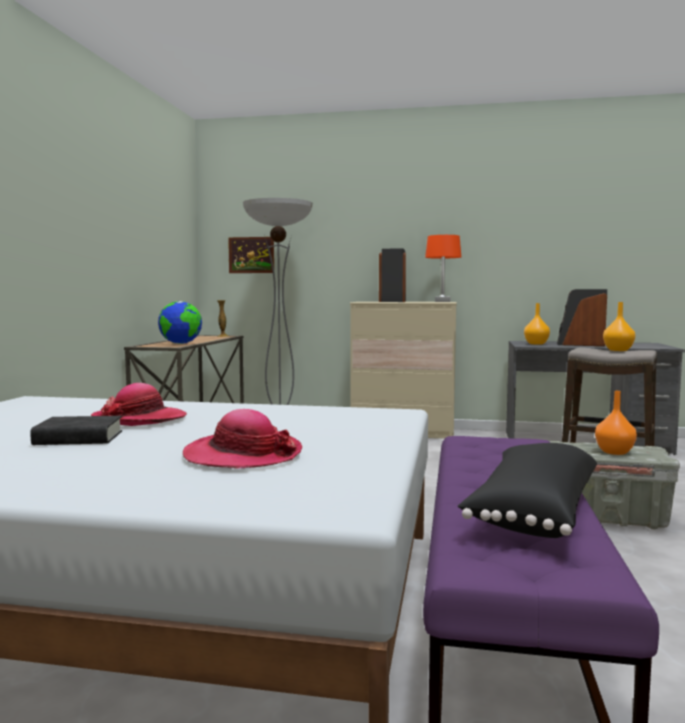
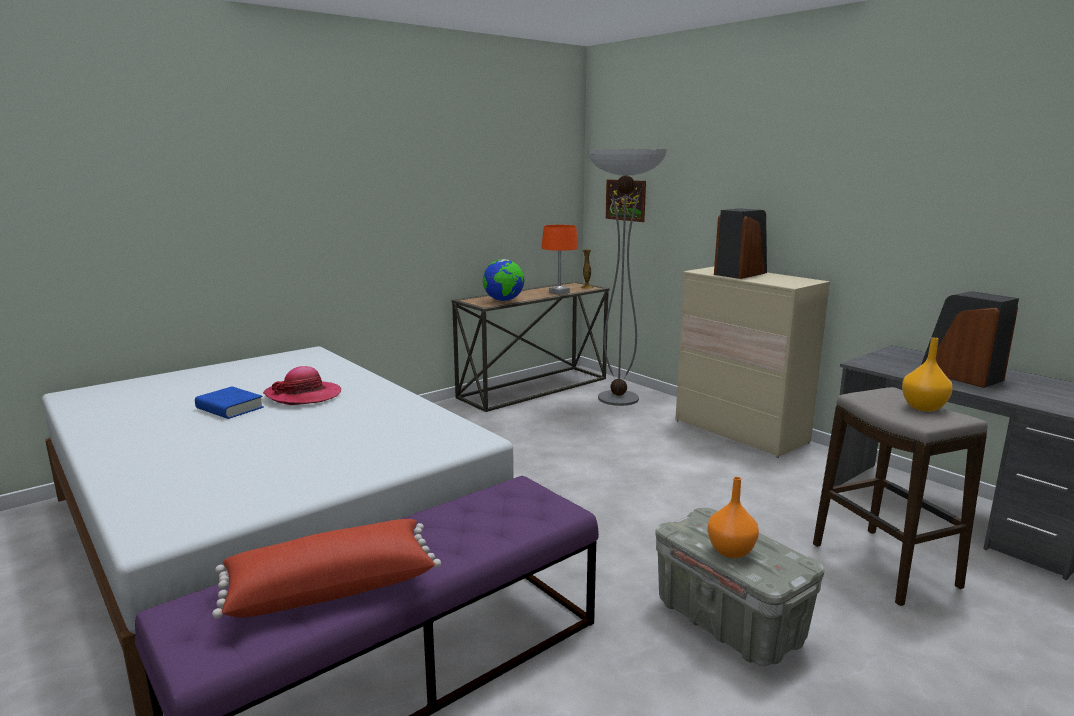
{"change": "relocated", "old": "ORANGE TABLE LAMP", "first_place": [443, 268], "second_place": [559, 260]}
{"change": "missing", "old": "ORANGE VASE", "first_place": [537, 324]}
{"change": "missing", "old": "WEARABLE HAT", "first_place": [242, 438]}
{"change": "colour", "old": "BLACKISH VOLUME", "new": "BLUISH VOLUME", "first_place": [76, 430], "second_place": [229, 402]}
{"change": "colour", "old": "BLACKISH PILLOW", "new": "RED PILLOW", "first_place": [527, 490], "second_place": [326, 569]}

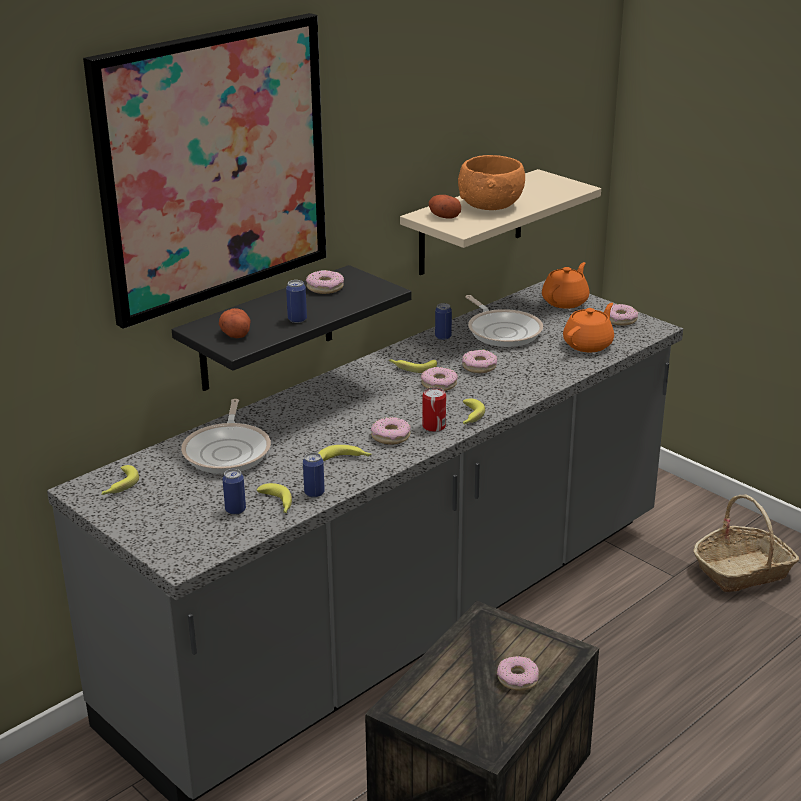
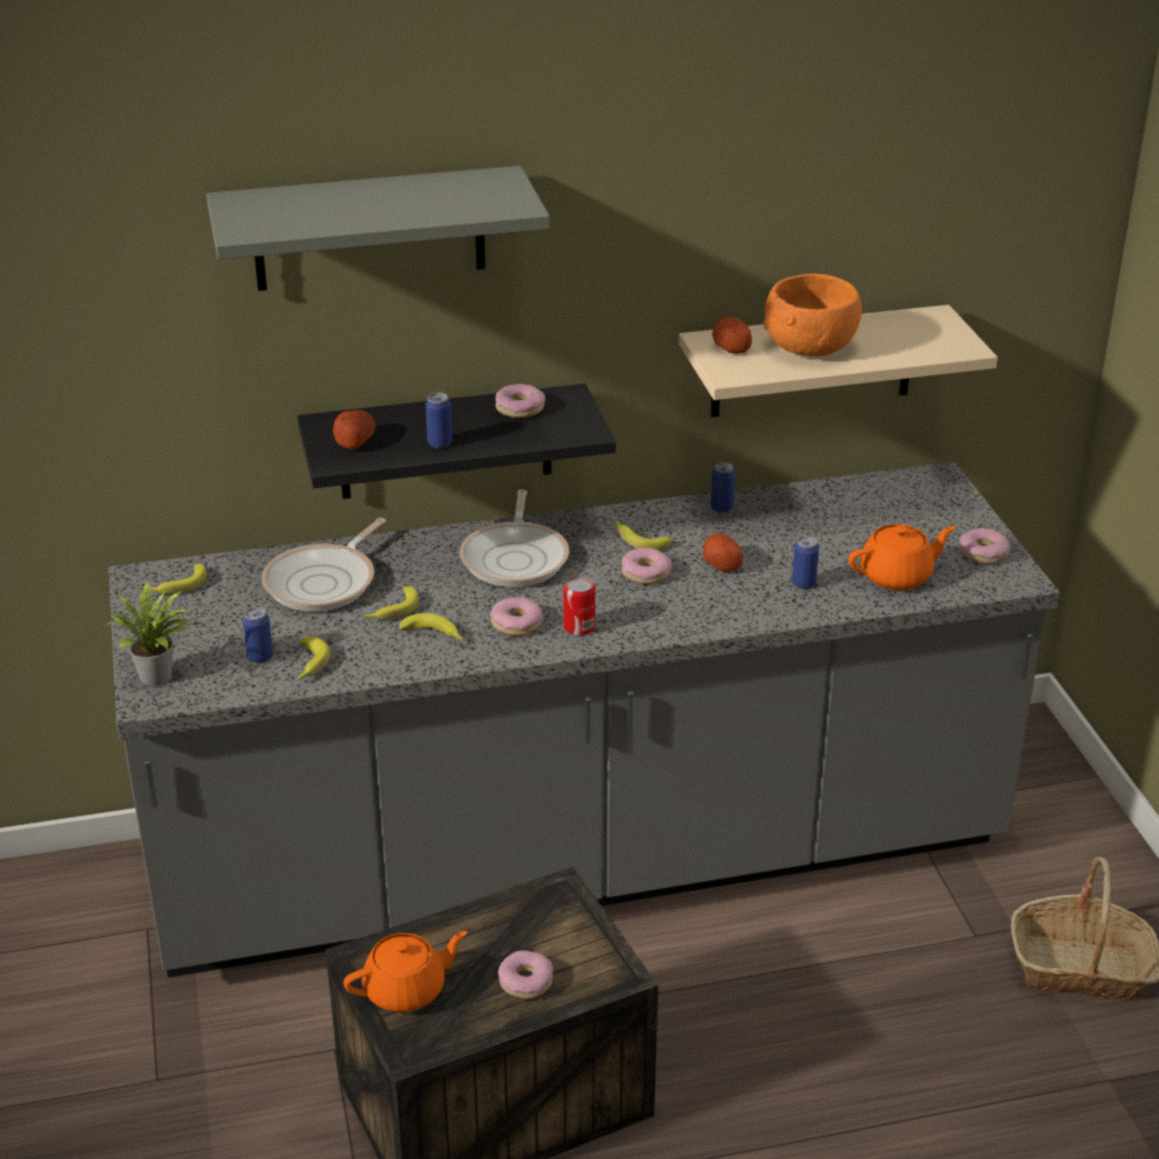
{"change": "exchanged", "old": "WALL PICTURE", "new": "GREY WALL SHELF", "first_place": [205, 171], "second_place": [378, 228]}
{"change": "relocated", "old": "ORANGE TEA POT", "first_place": [565, 285], "second_place": [405, 971]}
{"change": "relocated", "old": "FRYING PAN", "first_place": [504, 321], "second_place": [514, 538]}
{"change": "exchanged", "old": "DOUGHNUT", "new": "POTATO", "first_place": [479, 361], "second_place": [723, 552]}
{"change": "relocated", "old": "BANANA FRUIT", "first_place": [474, 411], "second_place": [391, 603]}
{"change": "relocated", "old": "CAN", "first_place": [314, 475], "second_place": [805, 562]}
{"change": "appeared", "new": "PLANT IN A POT", "second_place": [149, 633]}

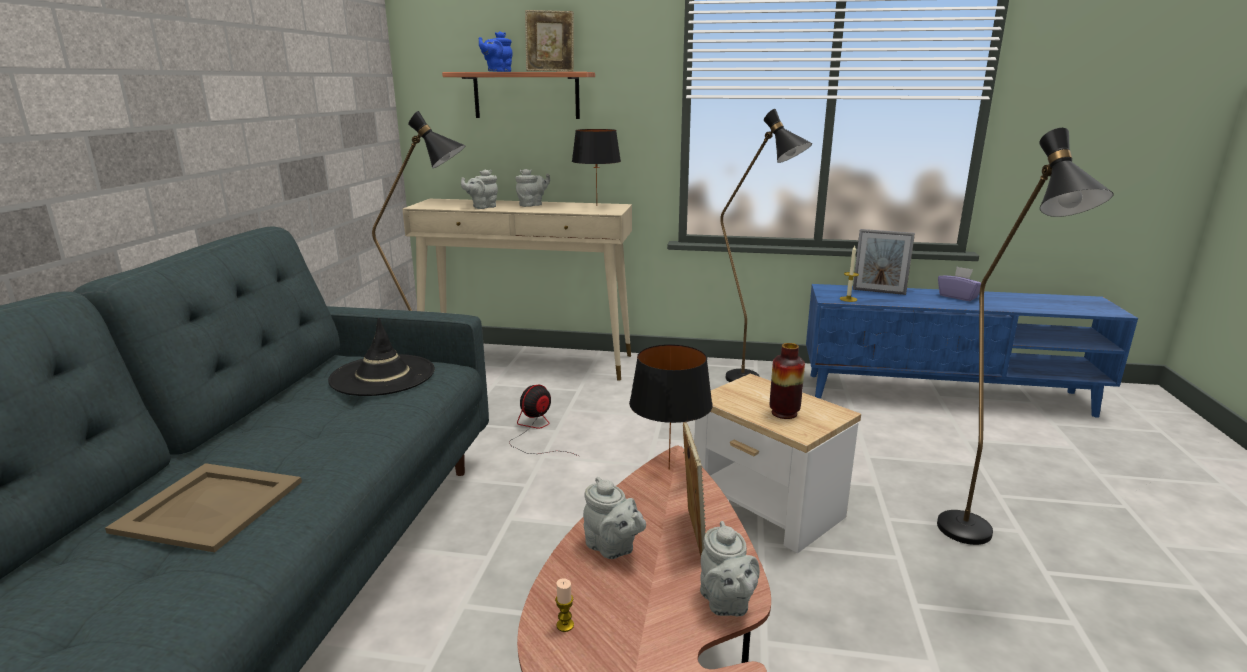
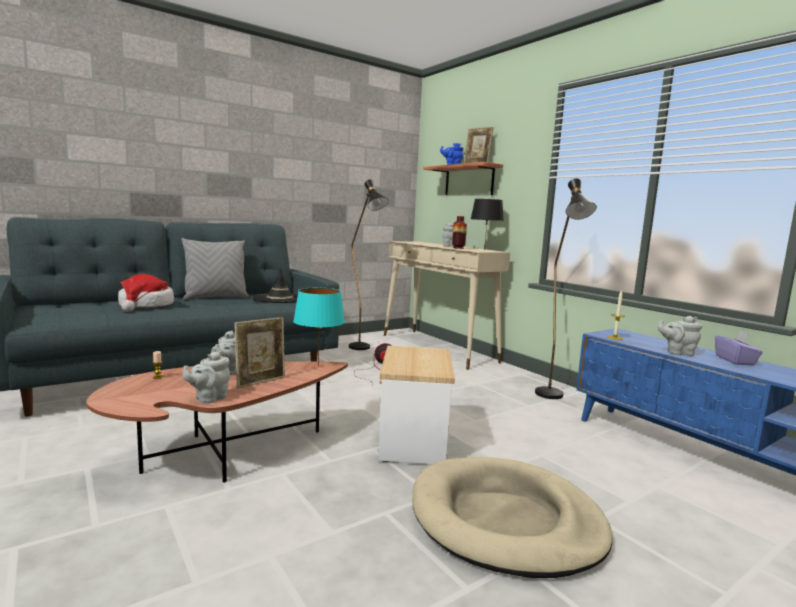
{"change": "exchanged", "old": "BLACKISH STANDING LAMP", "new": "BEIGE DOG CUSHION", "first_place": [1025, 336], "second_place": [512, 517]}
{"change": "relocated", "old": "GREY TEA POT", "first_place": [479, 189], "second_place": [679, 336]}
{"change": "missing", "old": "STANDING FRAME", "first_place": [884, 262]}
{"change": "relocated", "old": "VASE", "first_place": [787, 381], "second_place": [459, 232]}
{"change": "colour", "old": "BLACKISH TABLE LAMP", "new": "TURQUOISE-COLOURED TABLE LAMP", "first_place": [671, 407], "second_place": [319, 327]}
{"change": "exchanged", "old": "BEIGE CARRYING TRAY", "new": "WEARABLE HAT", "first_place": [203, 507], "second_place": [146, 293]}
{"change": "appeared", "new": "GREY PILLOW", "second_place": [215, 269]}

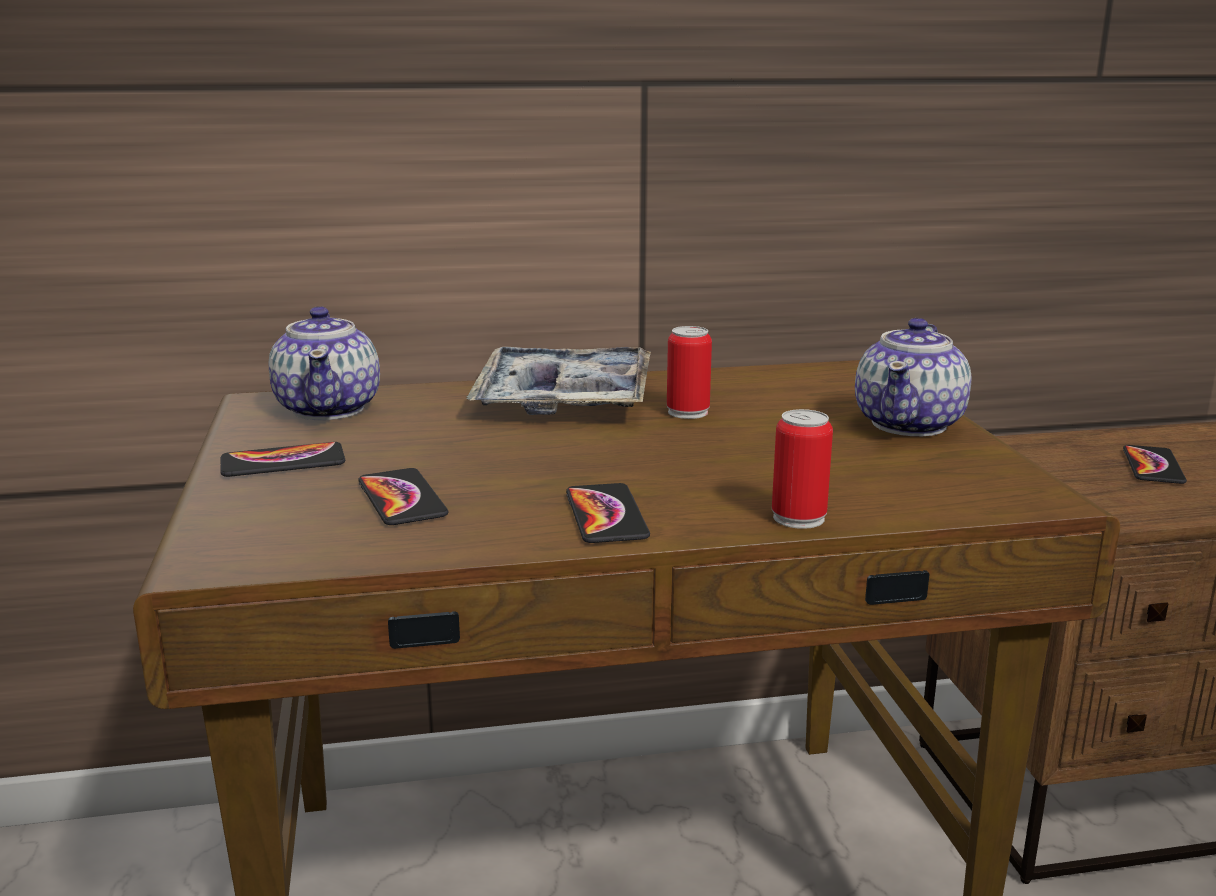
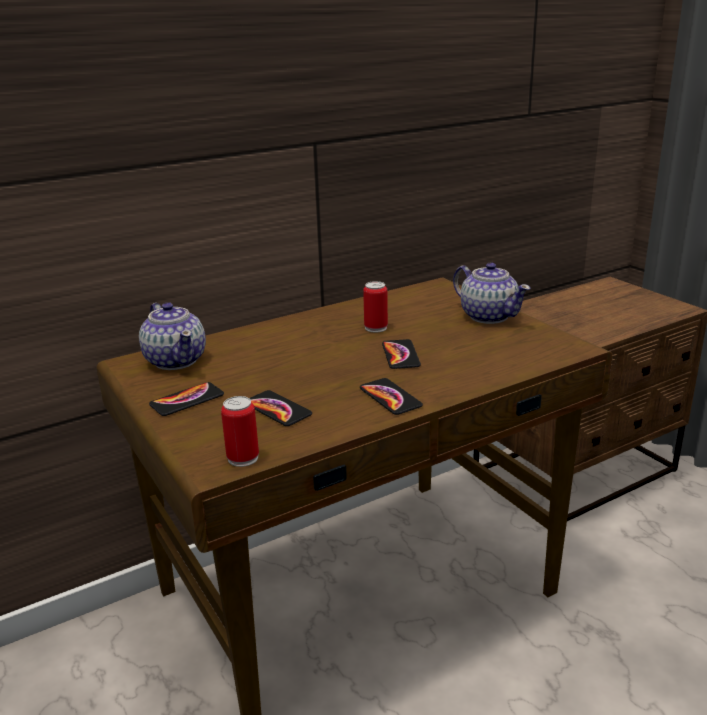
{"change": "spun", "old": "TEA POT", "first_place": [913, 377], "second_place": [492, 293], "degrees": -45}
{"change": "missing", "old": "CARRYING TRAY", "first_place": [559, 381]}
{"change": "relocated", "old": "CAN", "first_place": [802, 469], "second_place": [240, 431]}
{"change": "relocated", "old": "PHONE", "first_place": [1155, 464], "second_place": [401, 354]}

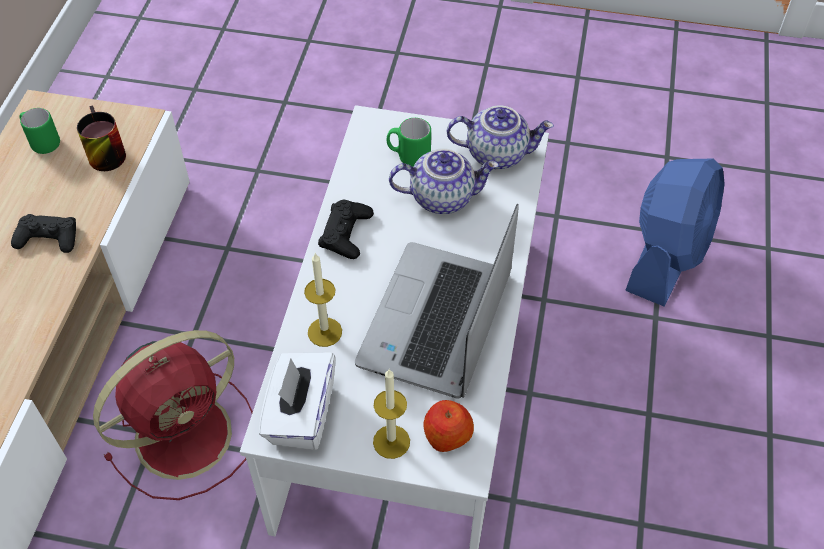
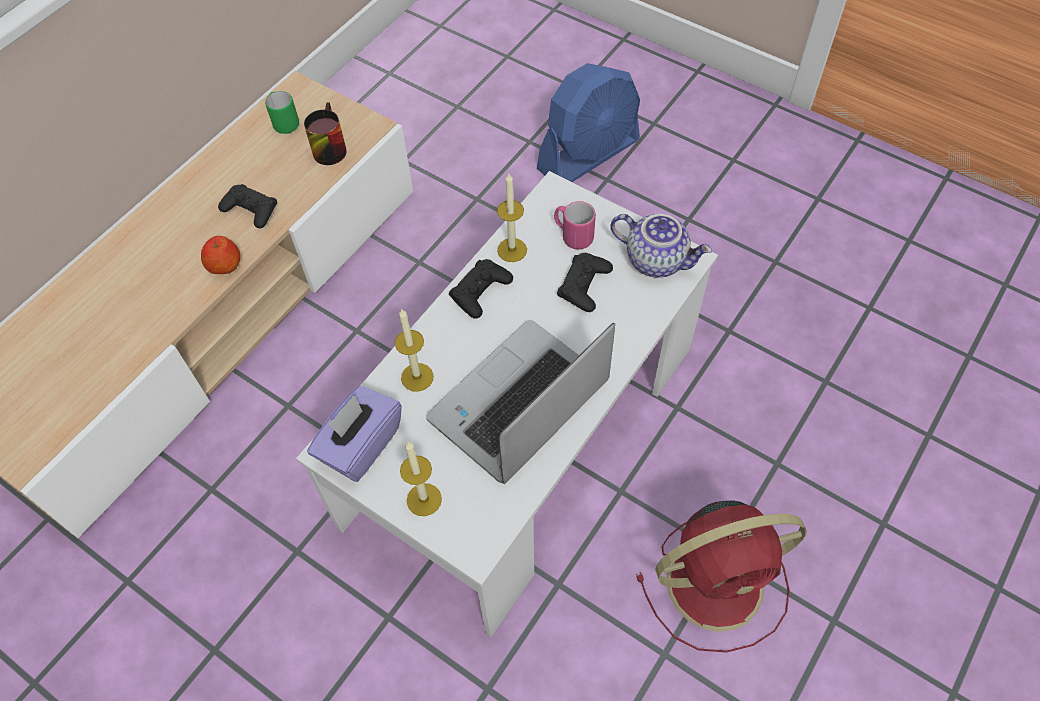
{"change": "colour", "old": "GREEN COFFEE MUG", "new": "PINK COFFEE MUG", "first_place": [409, 142], "second_place": [575, 225]}
{"change": "exchanged", "old": "TEA POT", "new": "BLACKISH GAME CONTROLLER", "first_place": [444, 181], "second_place": [585, 282]}
{"change": "relocated", "old": "BLUISH COOLING FAN", "first_place": [675, 232], "second_place": [588, 122]}
{"change": "relocated", "old": "RED COOLING FAN", "first_place": [173, 415], "second_place": [721, 576]}
{"change": "colour", "old": "WHITISH BOX OF TISSUES", "new": "PURPLE BOX OF TISSUES", "first_place": [297, 401], "second_place": [354, 434]}
{"change": "relocated", "old": "APPLE FRUIT", "first_place": [449, 426], "second_place": [220, 255]}
{"change": "appeared", "new": "CANDLE", "second_place": [512, 218]}

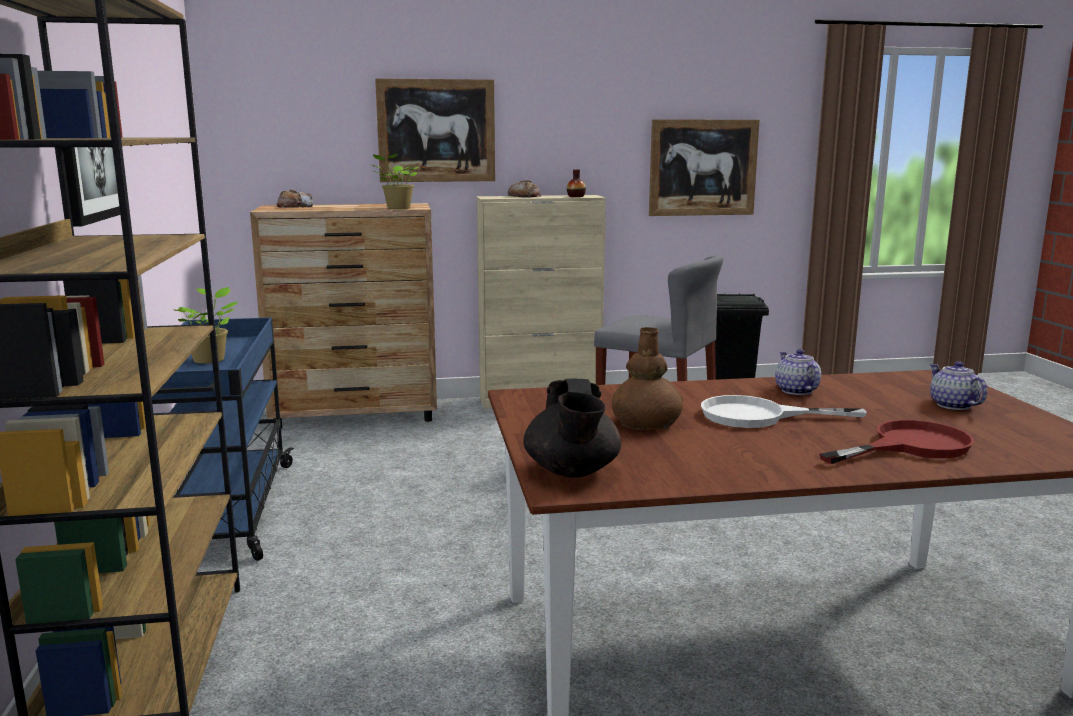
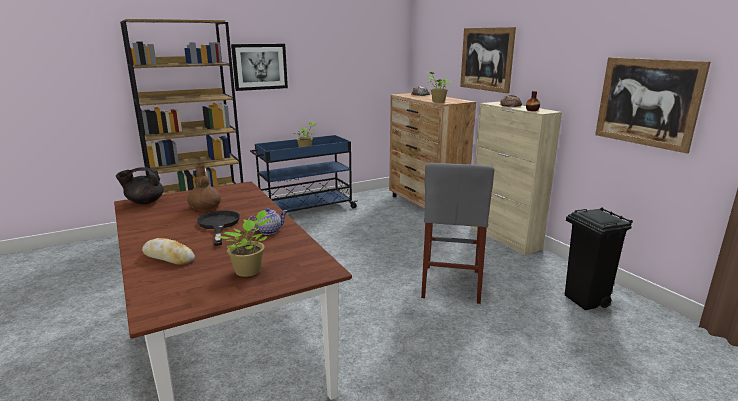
{"change": "exchanged", "old": "TEA POT", "new": "PLANT IN A POT", "first_place": [958, 385], "second_place": [244, 243]}
{"change": "colour", "old": "WHITISH FRYING PAN", "new": "BLACKISH FRYING PAN", "first_place": [784, 411], "second_place": [218, 228]}
{"change": "exchanged", "old": "RED FRYING PAN", "new": "BREAD", "first_place": [896, 442], "second_place": [168, 251]}

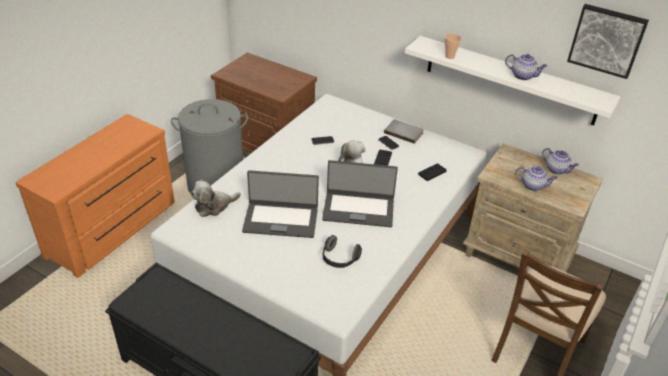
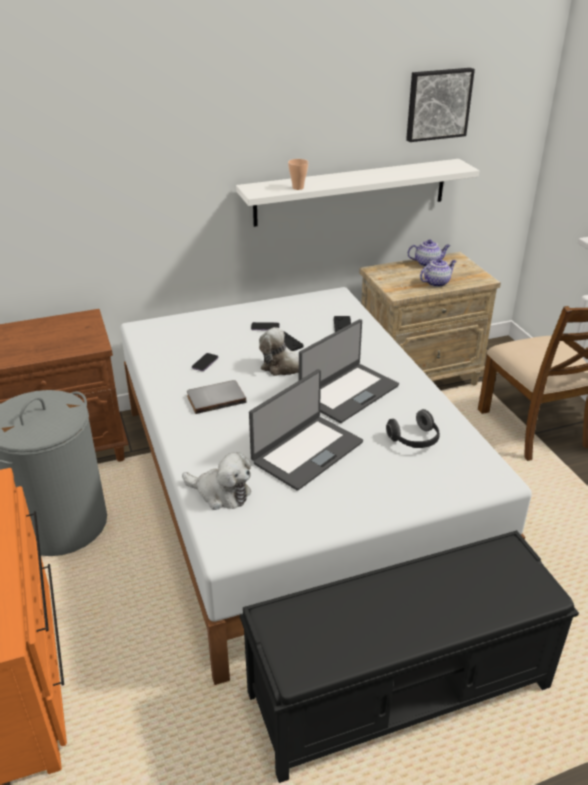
{"change": "missing", "old": "TEA POT", "first_place": [526, 67]}
{"change": "relocated", "old": "GREY VOLUME", "first_place": [404, 132], "second_place": [216, 397]}
{"change": "spun", "old": "CUDDLY TOY", "first_place": [216, 198], "second_place": [216, 481], "degrees": -75}

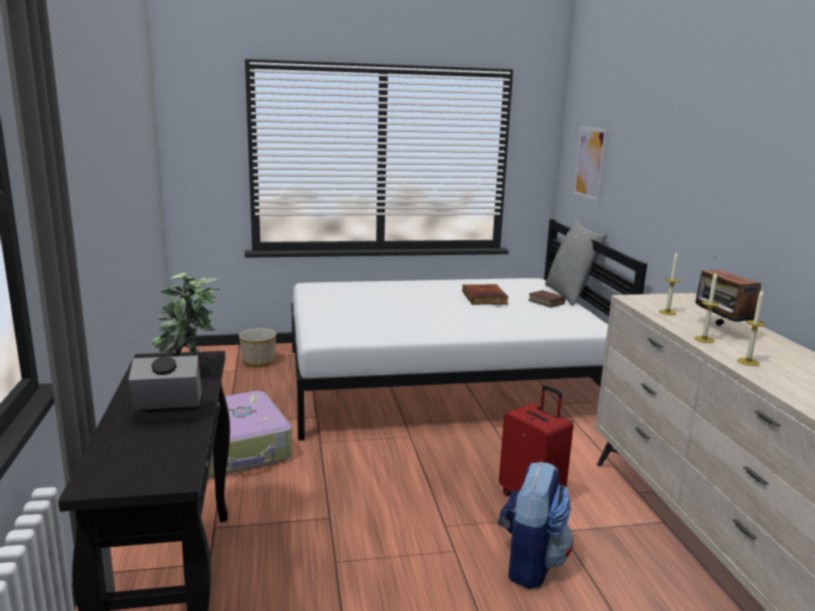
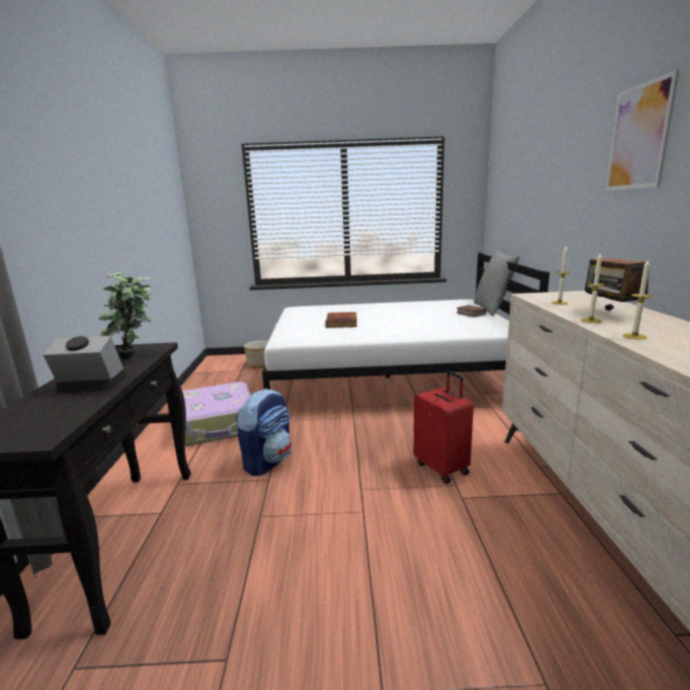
{"change": "relocated", "old": "WALL PICTURE", "first_place": [591, 164], "second_place": [642, 130]}
{"change": "relocated", "old": "VOLUME", "first_place": [485, 294], "second_place": [341, 320]}
{"change": "relocated", "old": "KNAPSACK", "first_place": [535, 525], "second_place": [263, 432]}

